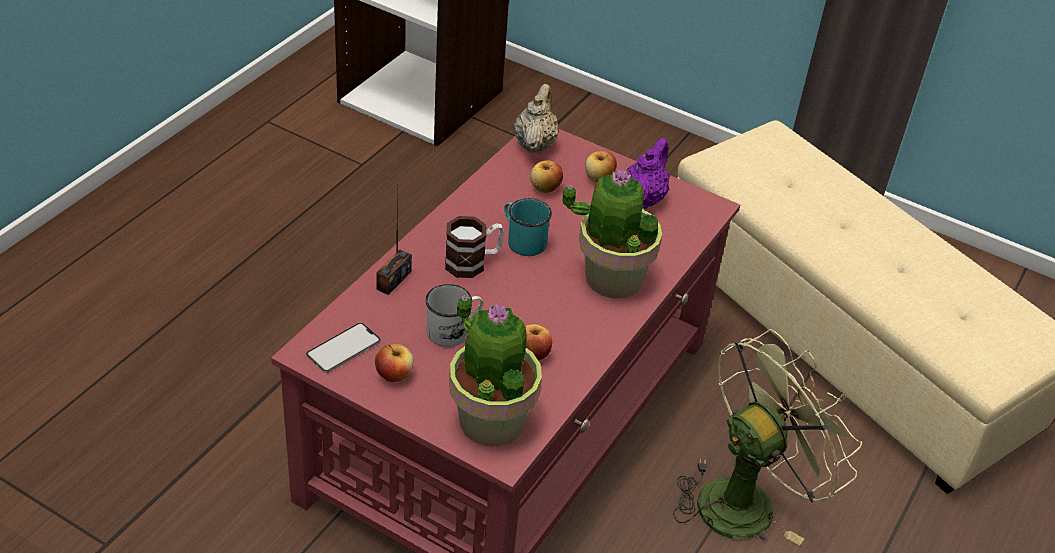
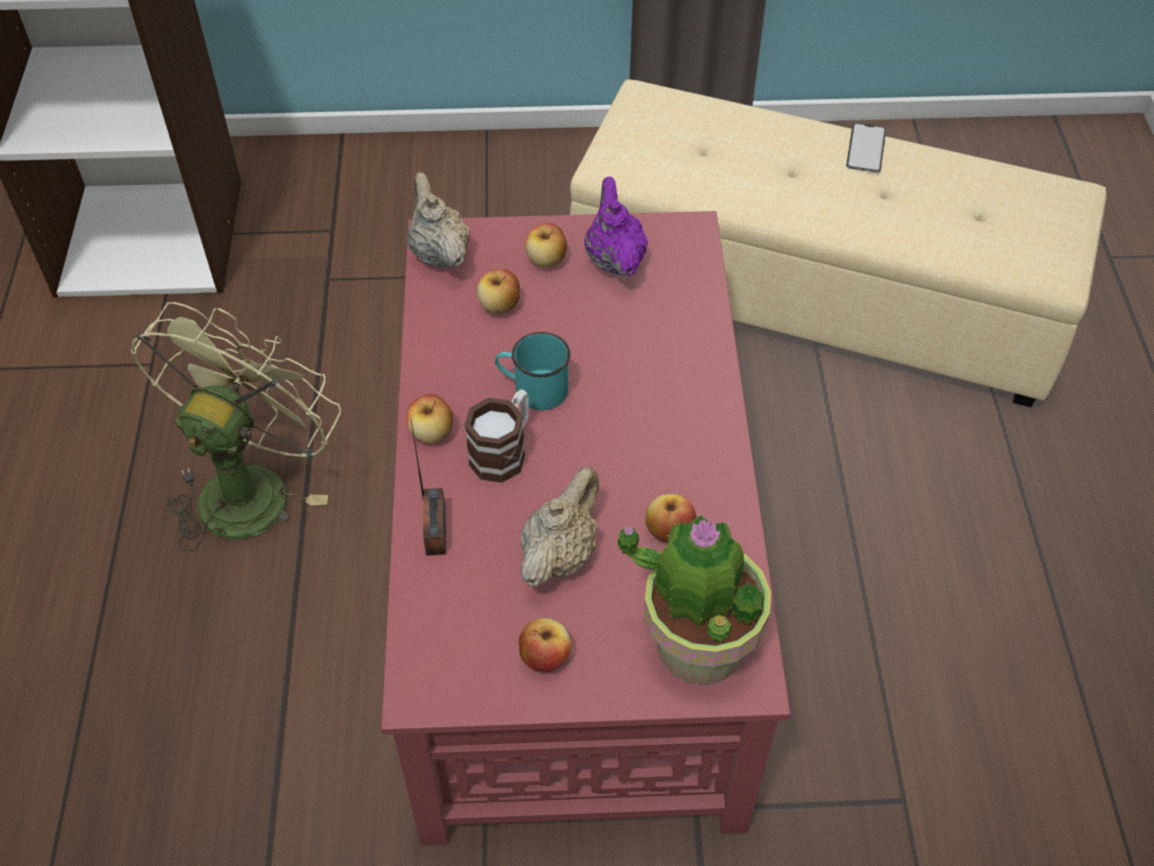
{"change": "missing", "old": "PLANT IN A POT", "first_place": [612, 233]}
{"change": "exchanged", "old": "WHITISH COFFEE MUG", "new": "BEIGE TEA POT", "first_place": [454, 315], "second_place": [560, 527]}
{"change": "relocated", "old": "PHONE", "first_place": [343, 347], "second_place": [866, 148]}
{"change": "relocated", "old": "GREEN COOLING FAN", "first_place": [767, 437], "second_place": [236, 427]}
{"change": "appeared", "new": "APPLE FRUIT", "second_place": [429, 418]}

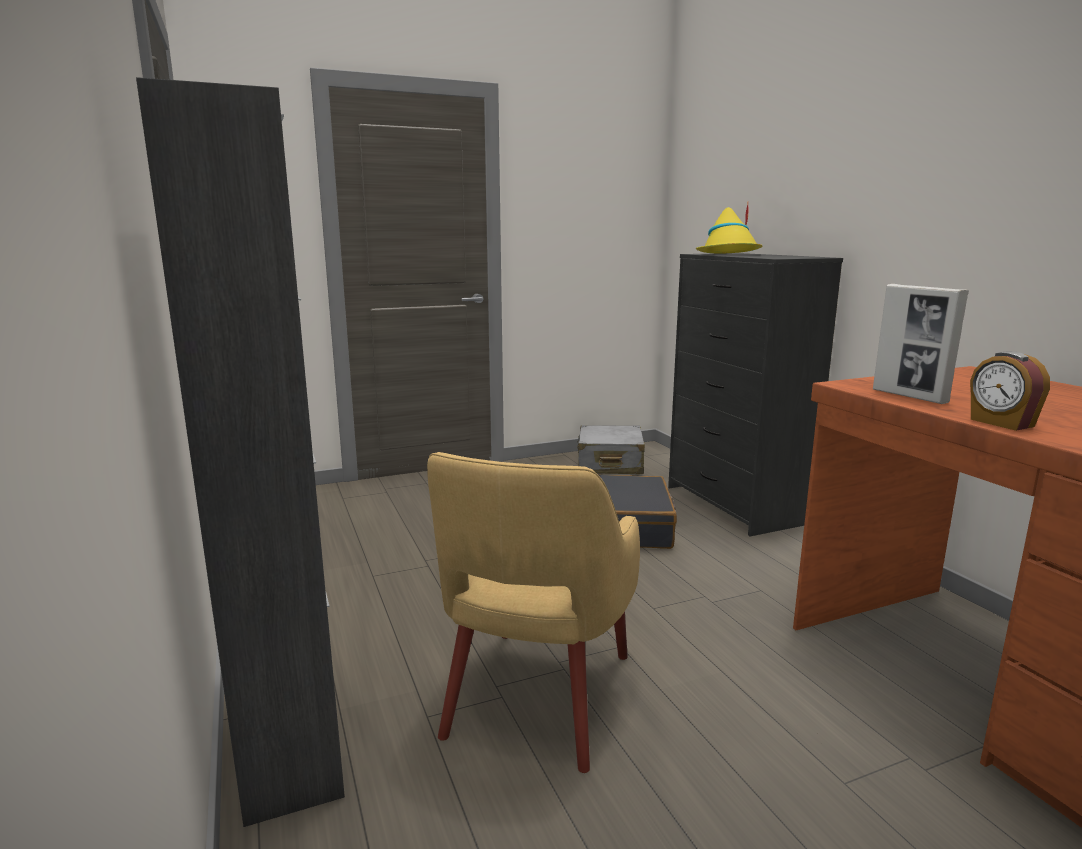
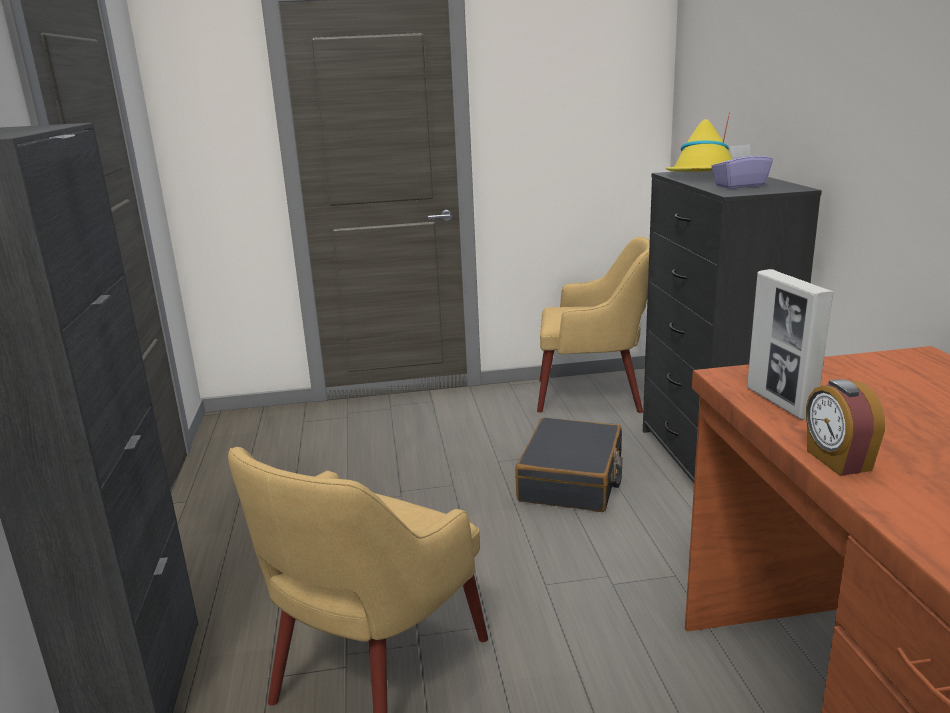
{"change": "exchanged", "old": "GREY PIECE OF LUGGAGE", "new": "YELLOWISH EASY CHAIR", "first_place": [611, 449], "second_place": [593, 325]}
{"change": "appeared", "new": "PURPLE BOX OF TISSUES", "second_place": [742, 166]}

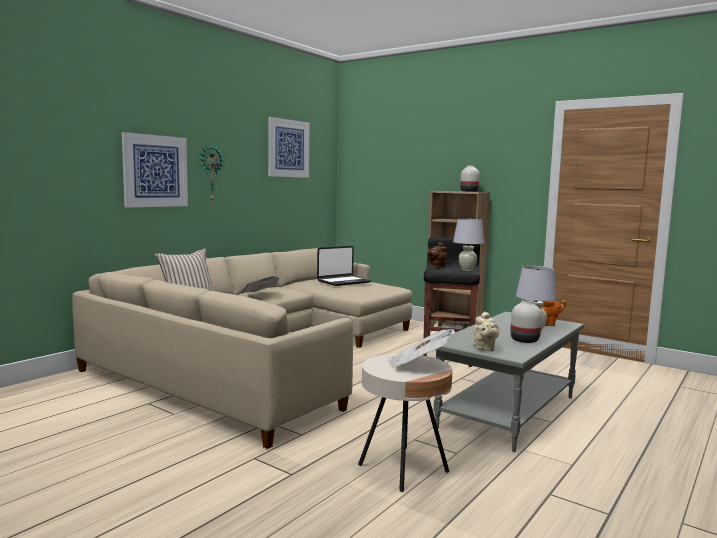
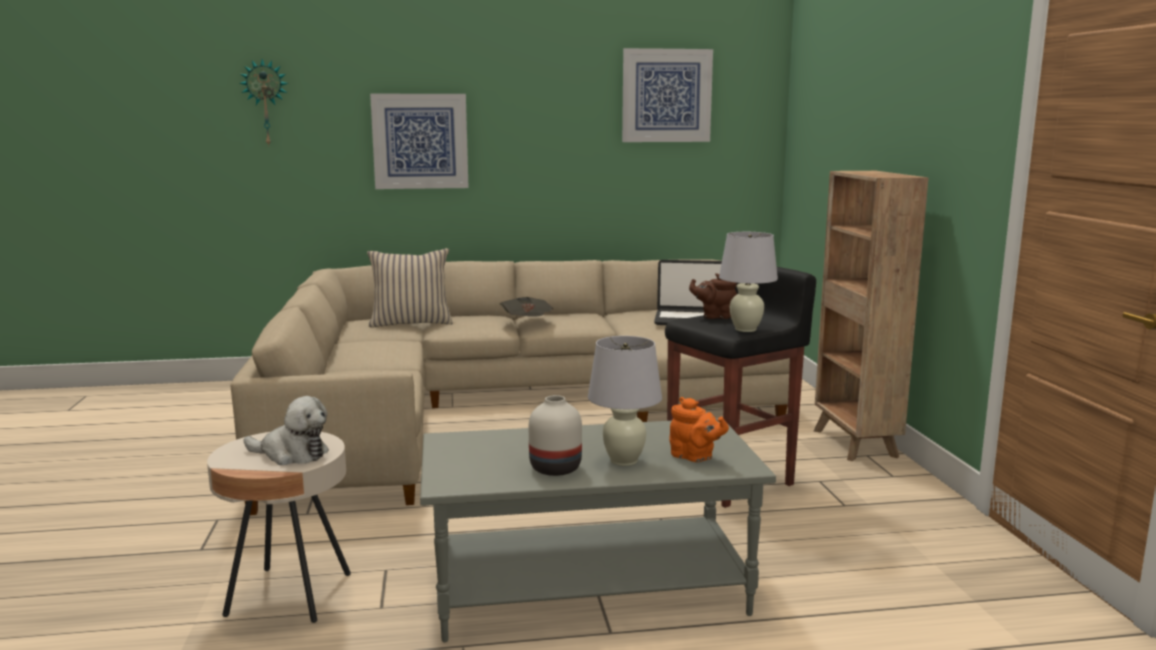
{"change": "relocated", "old": "HANGING CLOCK", "first_place": [212, 173], "second_place": [264, 102]}
{"change": "missing", "old": "WHITISH VASE", "first_place": [470, 178]}
{"change": "missing", "old": "BEIGE TEA POT", "first_place": [486, 331]}
{"change": "exchanged", "old": "NEWSPAPER", "new": "CUDDLY TOY", "first_place": [421, 348], "second_place": [286, 430]}

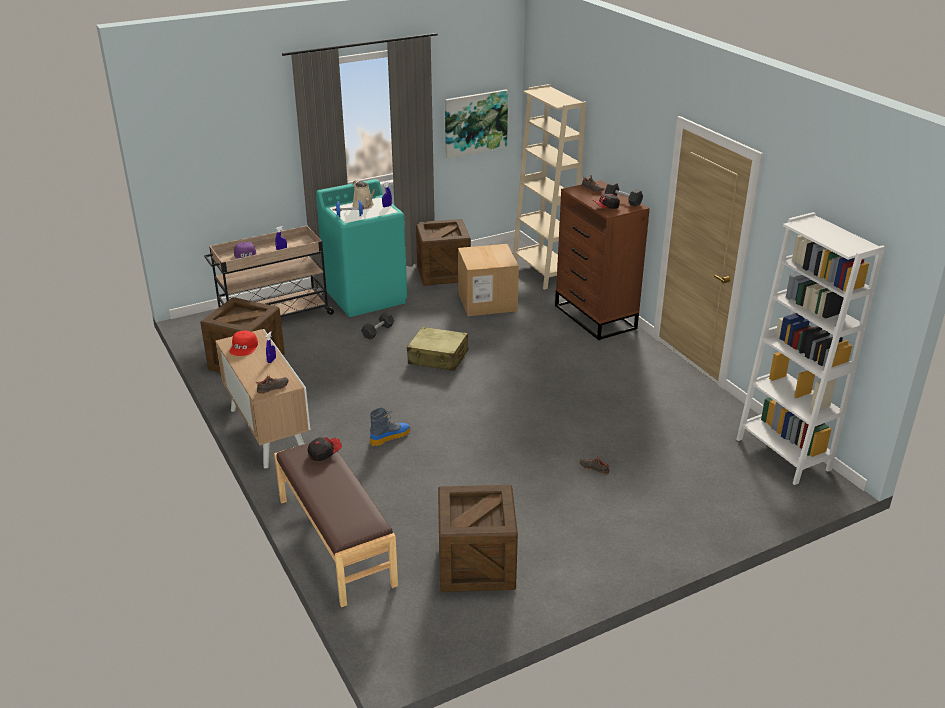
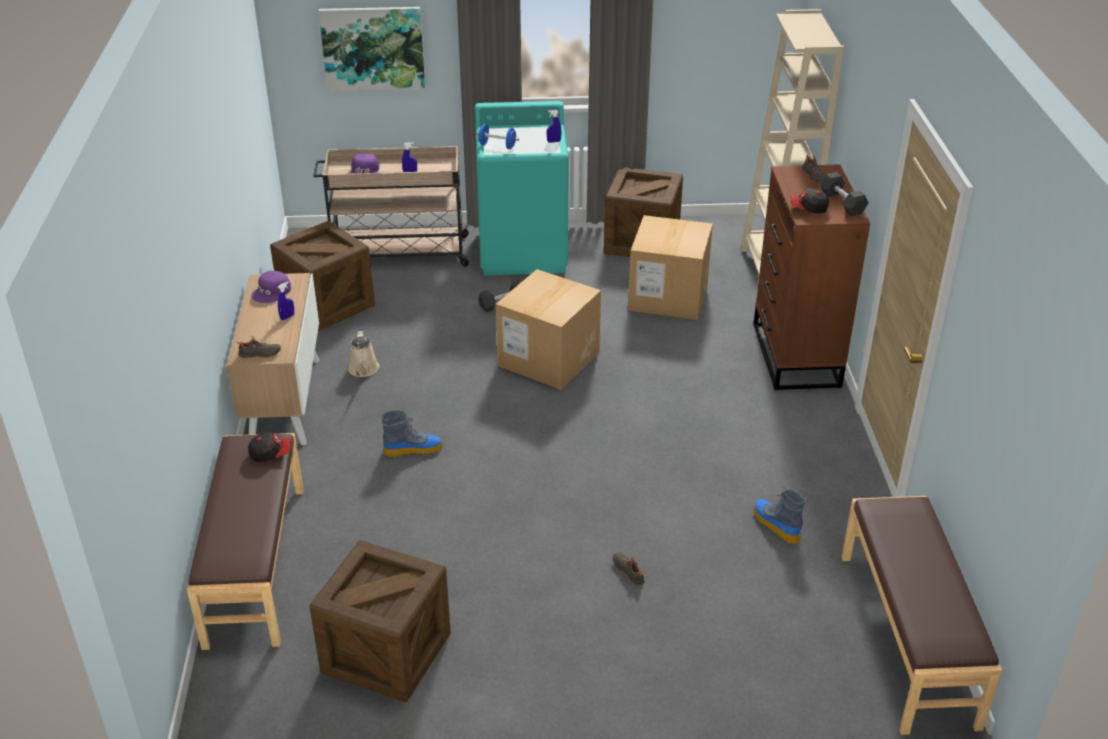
{"change": "relocated", "old": "WALL PICTURE", "first_place": [476, 124], "second_place": [372, 49]}
{"change": "relocated", "old": "BEIGE SPRINKLING CAN", "first_place": [364, 195], "second_place": [363, 354]}
{"change": "exchanged", "old": "WHITISH BOOKSHELF", "new": "BROWNISH LONG SEAT", "first_place": [810, 348], "second_place": [921, 615]}
{"change": "exchanged", "old": "BEIGE PIECE OF LUGGAGE", "new": "CARDBOARD BOX", "first_place": [438, 349], "second_place": [548, 329]}
{"change": "colour", "old": "RED BASEBALL CAP", "new": "PURPLE BASEBALL CAP", "first_place": [244, 343], "second_place": [271, 286]}
{"change": "appeared", "new": "BOOT", "second_place": [780, 515]}

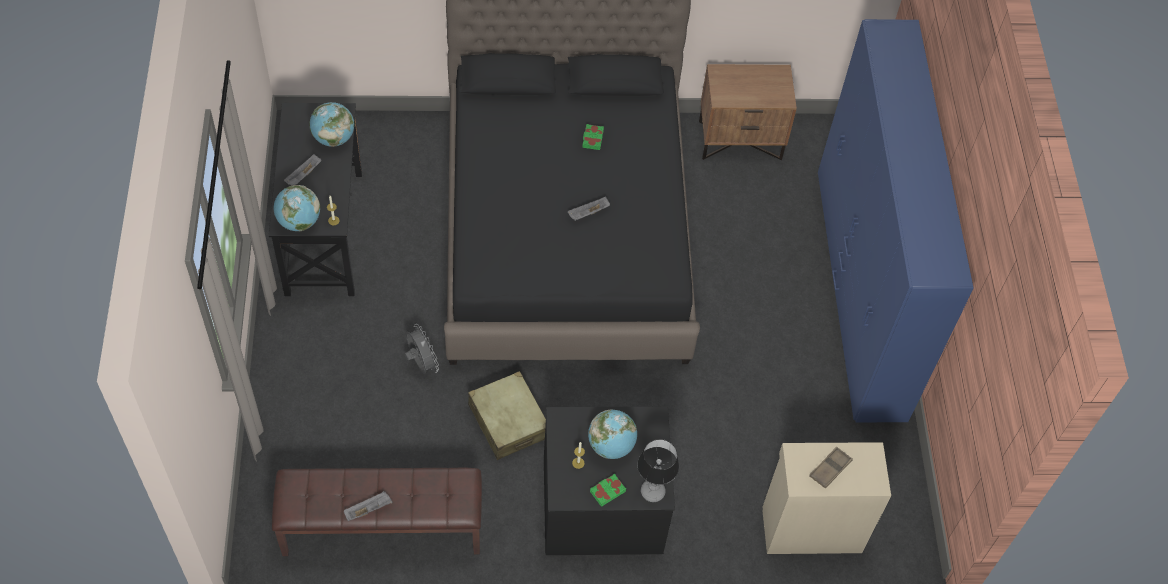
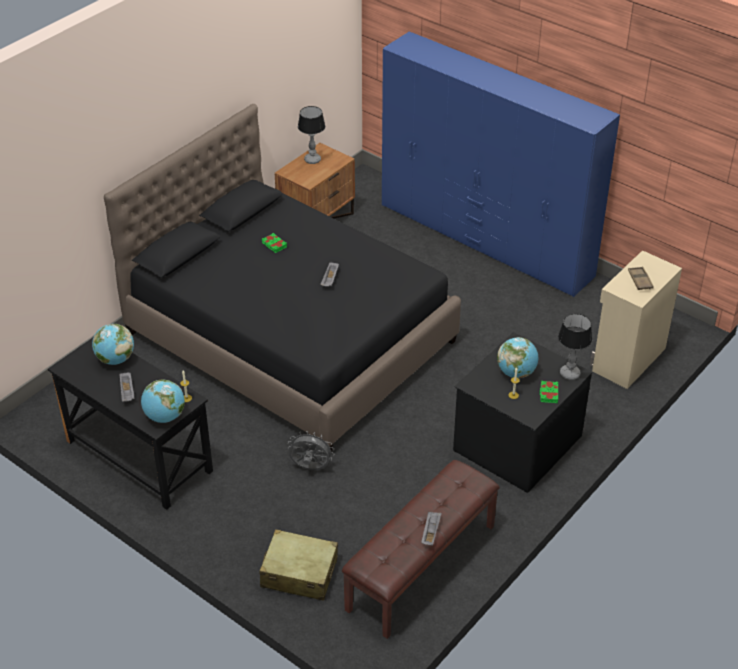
{"change": "relocated", "old": "BEIGE PIECE OF LUGGAGE", "first_place": [507, 415], "second_place": [299, 565]}
{"change": "appeared", "new": "TABLE LAMP", "second_place": [311, 135]}

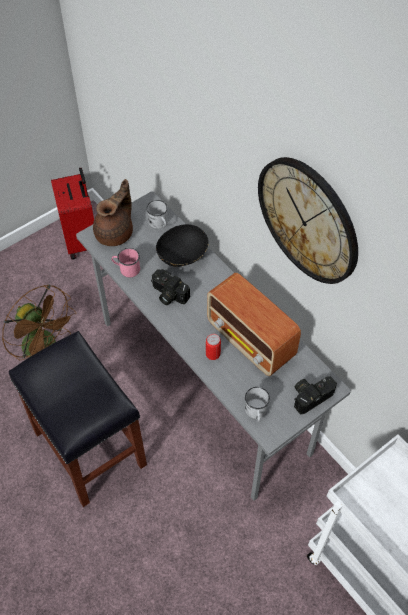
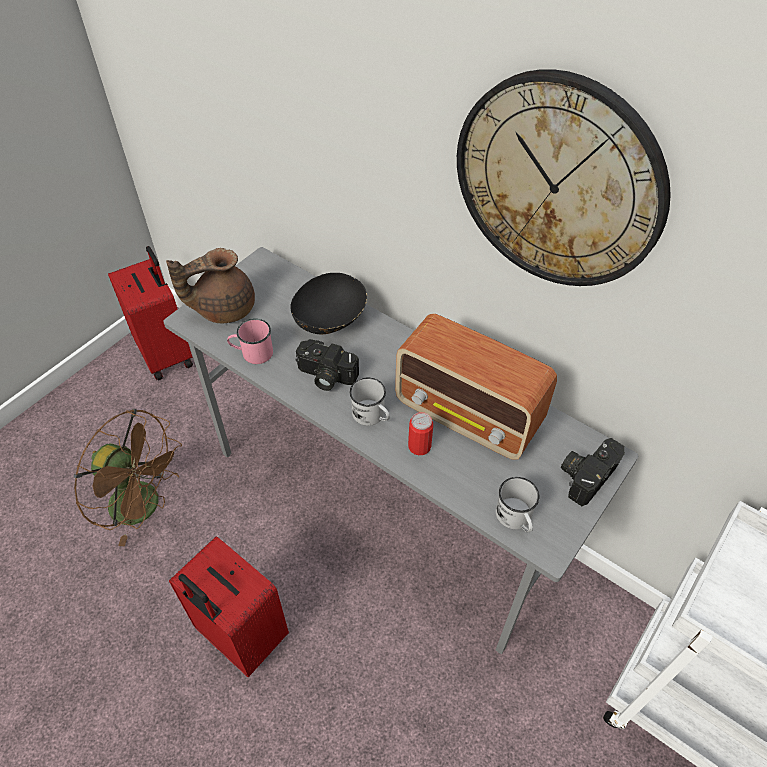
{"change": "spun", "old": "BROWNISH TEA POT", "first_place": [113, 212], "second_place": [210, 285], "degrees": -135}
{"change": "relocated", "old": "WHITISH COFFEE MUG", "first_place": [157, 214], "second_place": [370, 402]}
{"change": "exchanged", "old": "BLACKISH STOOL", "new": "RED PIECE OF LUGGAGE", "first_place": [78, 419], "second_place": [229, 606]}

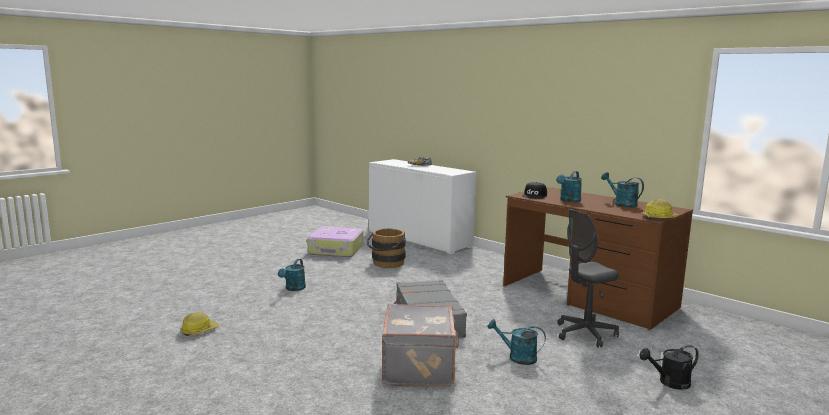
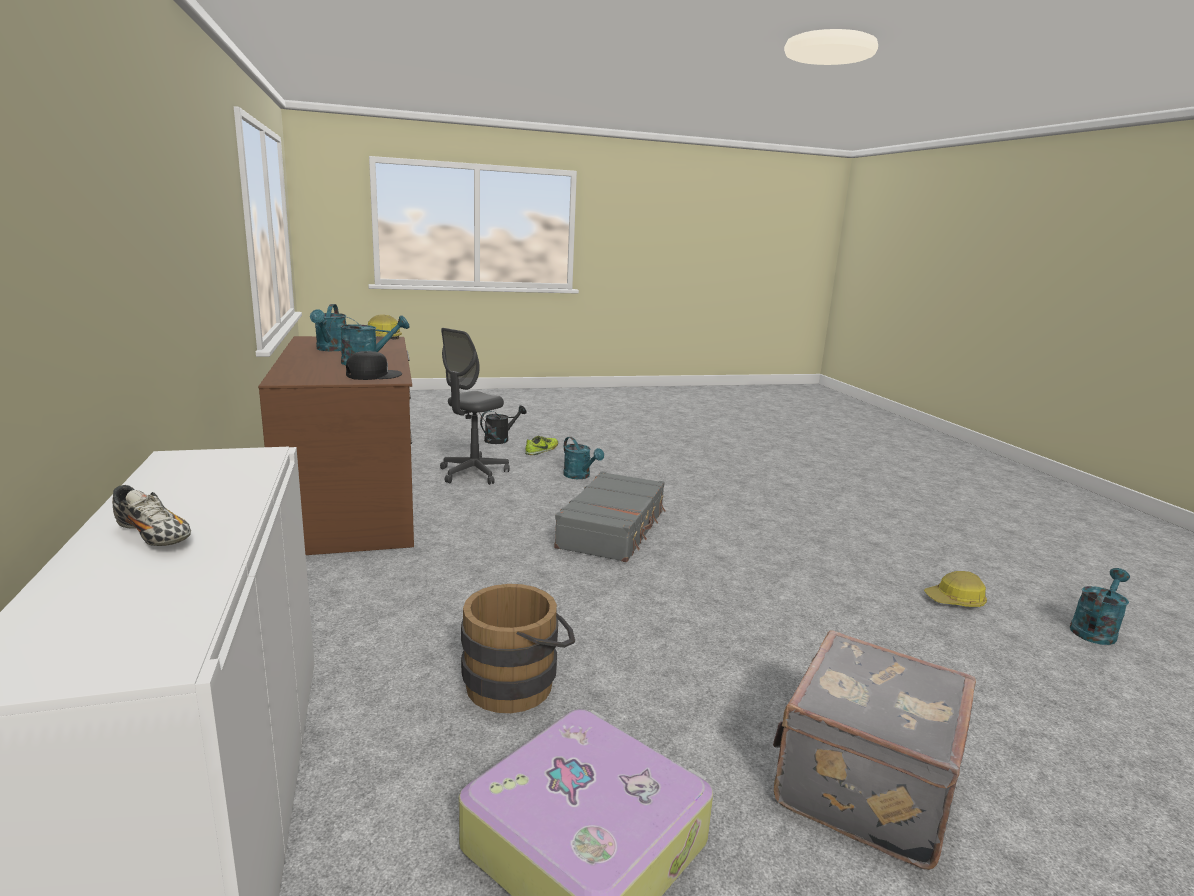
{"change": "spun", "old": "GREY COMPUTER CHAIR", "first_place": [588, 278], "second_place": [475, 406], "degrees": 120}
{"change": "relocated", "old": "TURQUOISE-COLOURED SPRINKLING CAN", "first_place": [292, 275], "second_place": [1100, 606]}
{"change": "relocated", "old": "GREY PIECE OF LUGGAGE", "first_place": [420, 345], "second_place": [874, 750]}
{"change": "spun", "old": "BLACKISH SPRINKLING CAN", "first_place": [669, 367], "second_place": [503, 425], "degrees": -60}
{"change": "appeared", "new": "ITEM OF FOOTWEAR", "second_place": [541, 445]}

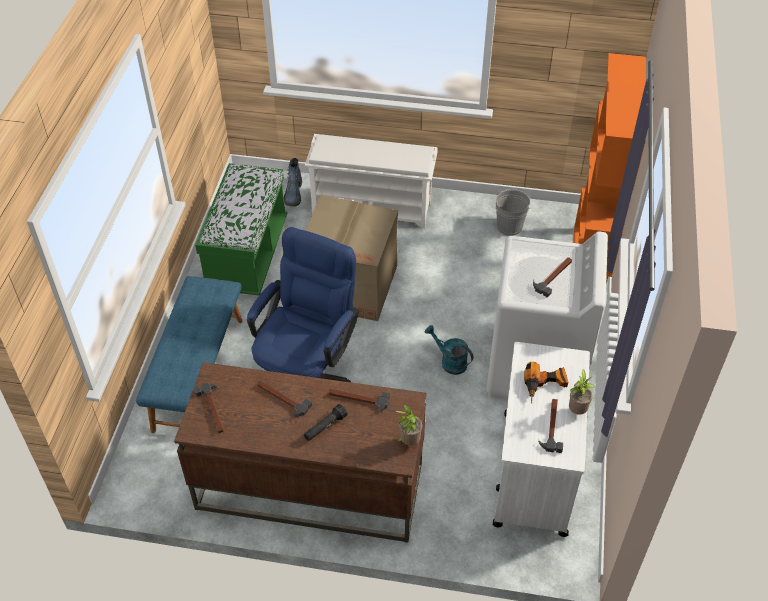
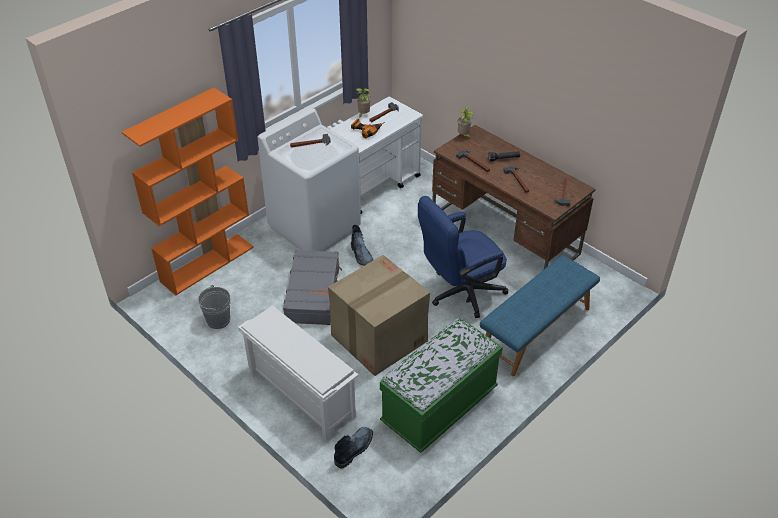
{"change": "exchanged", "old": "TURQUOISE-COLOURED SPRINKLING CAN", "new": "BOOT", "first_place": [449, 350], "second_place": [362, 245]}
{"change": "appeared", "new": "GREY PIECE OF LUGGAGE", "second_place": [312, 287]}

